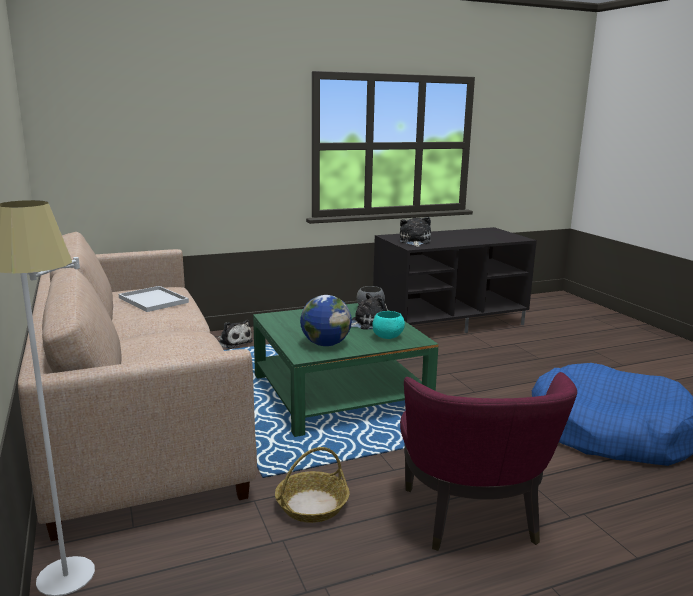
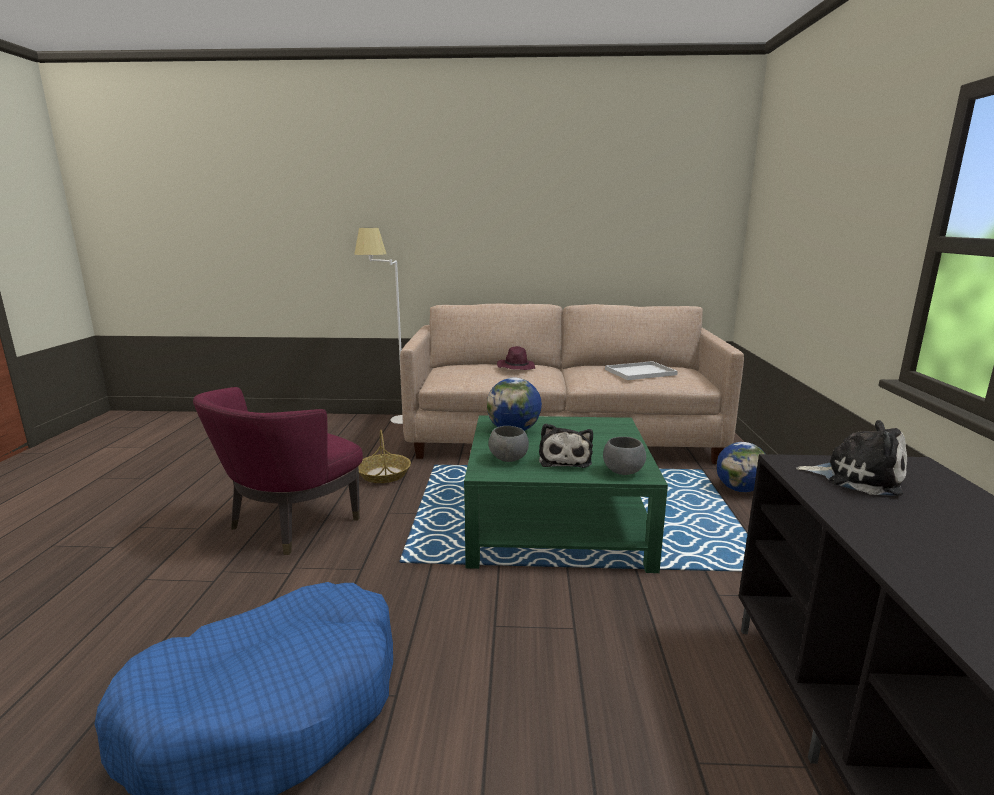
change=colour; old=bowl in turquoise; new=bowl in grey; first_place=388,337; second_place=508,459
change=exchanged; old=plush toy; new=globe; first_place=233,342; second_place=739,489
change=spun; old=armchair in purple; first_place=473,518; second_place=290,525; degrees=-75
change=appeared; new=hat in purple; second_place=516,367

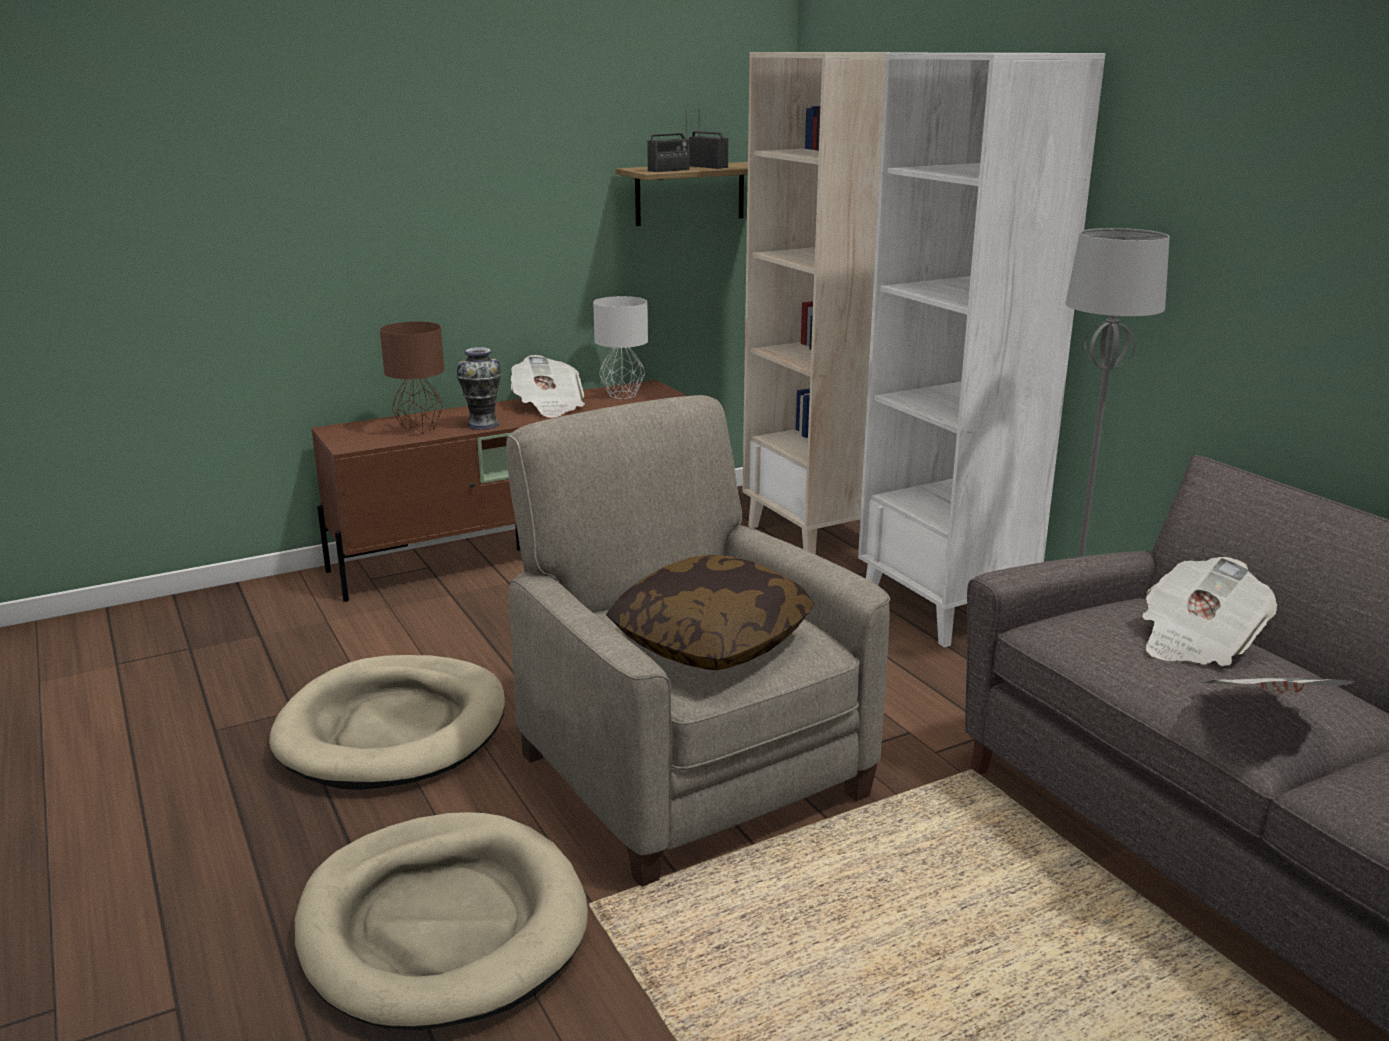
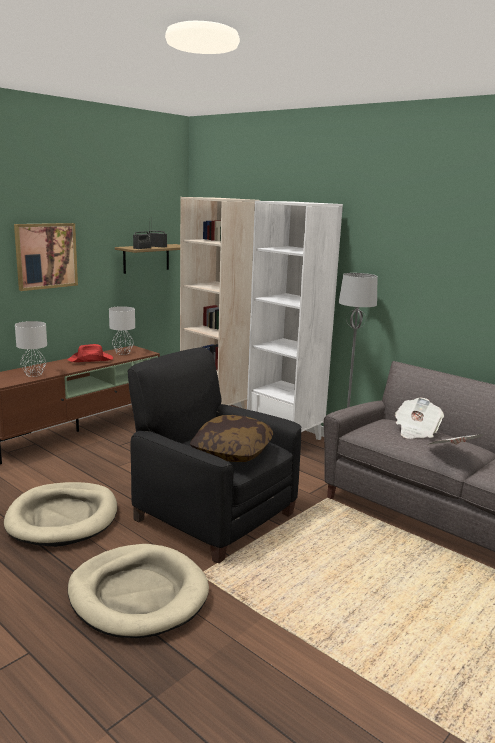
change=colour; old=table lamp in brown; new=table lamp in grey; first_place=420,430; second_place=34,374
change=missing; old=vase; first_place=483,425
change=exchanged; old=newspaper; new=hat in red; first_place=548,406; second_place=91,360
change=colour; old=armchair in beige; new=armchair in black; first_place=688,772; second_place=213,516
change=appeared; new=picture; second_place=46,256

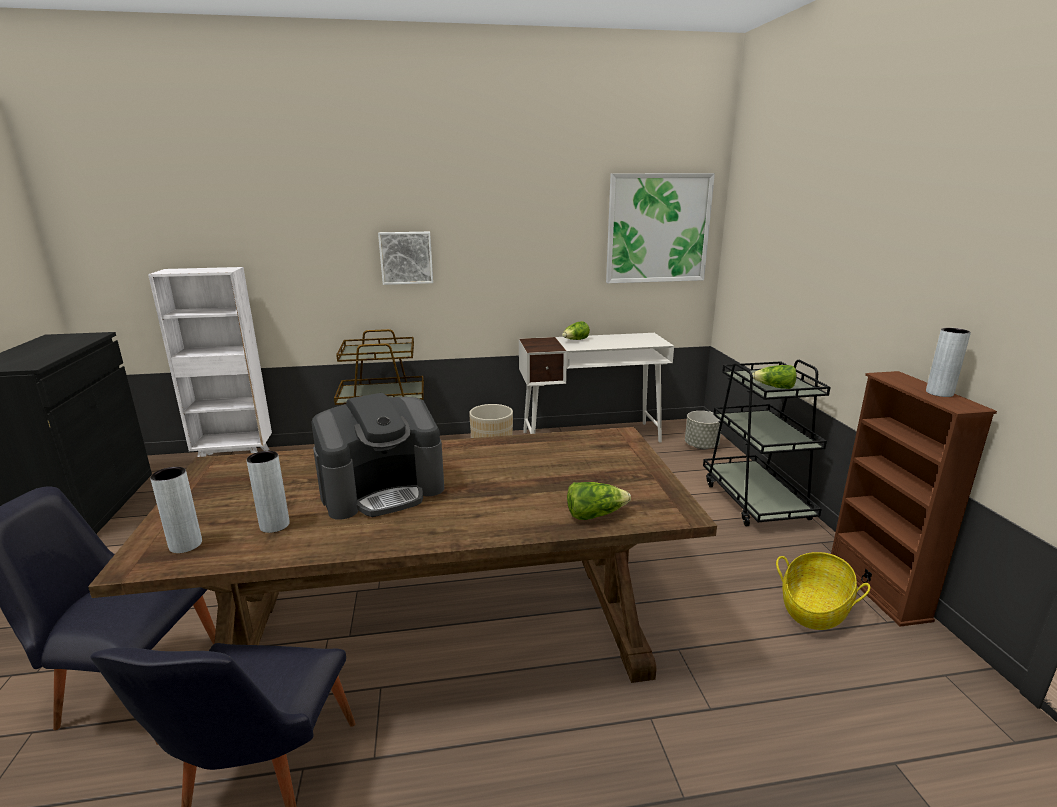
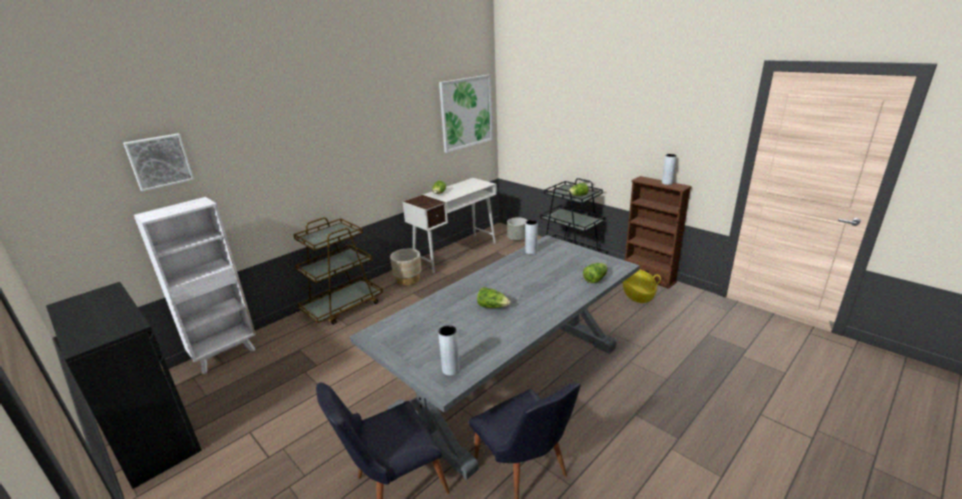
change=relocated; old=picture; first_place=406,257; second_place=159,161
change=exchanged; old=coffee machine; new=lettuce; first_place=383,490; second_place=492,307
change=colour; old=dining table in brown; new=dining table in grey; first_place=438,632; second_place=510,377
change=relocated; old=vase in grey; first_place=274,525; second_place=531,252

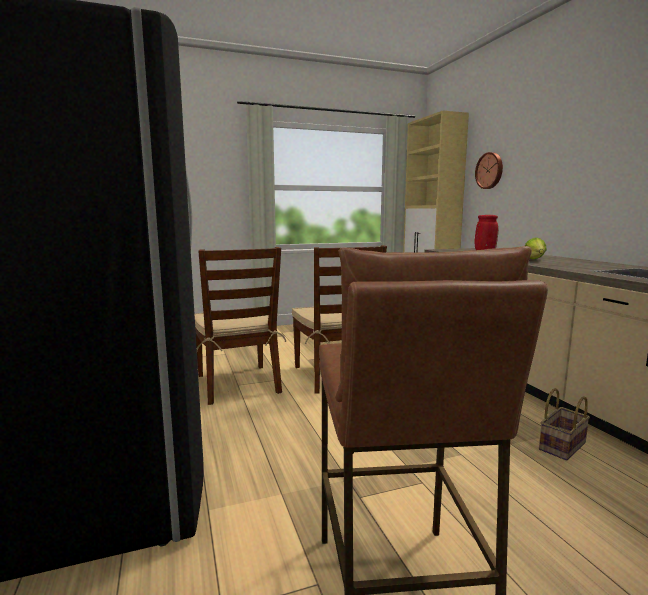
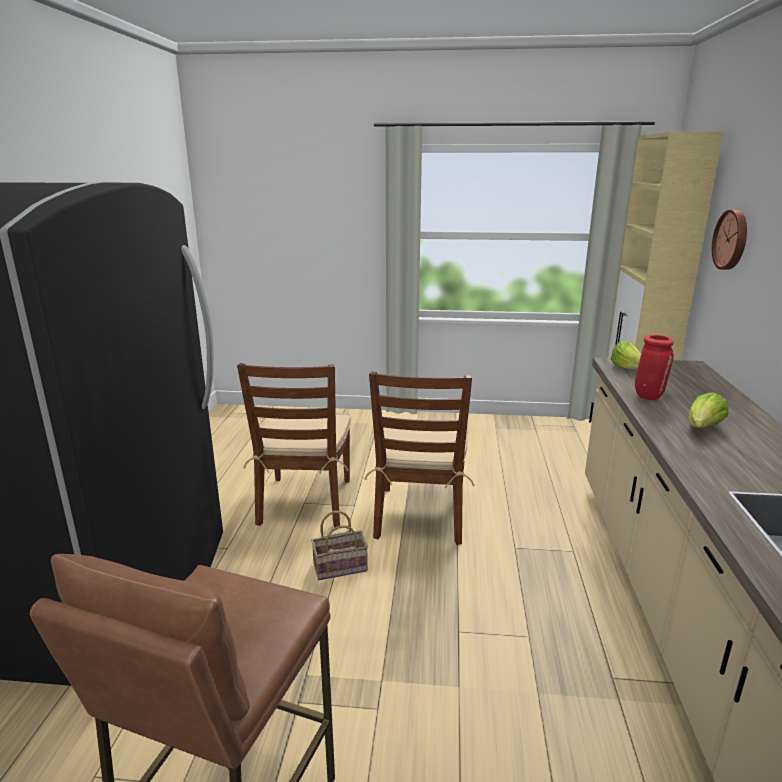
change=relocated; old=basket; first_place=561,445; second_place=341,566
change=appeared; new=lettuce; second_place=628,369

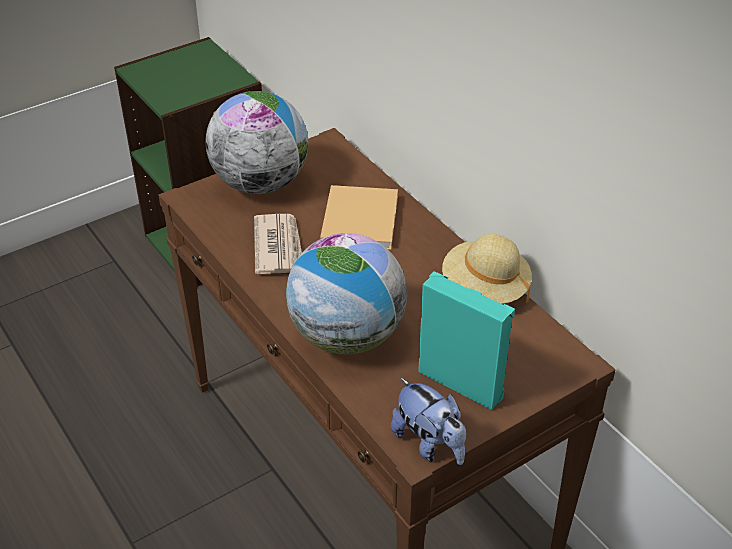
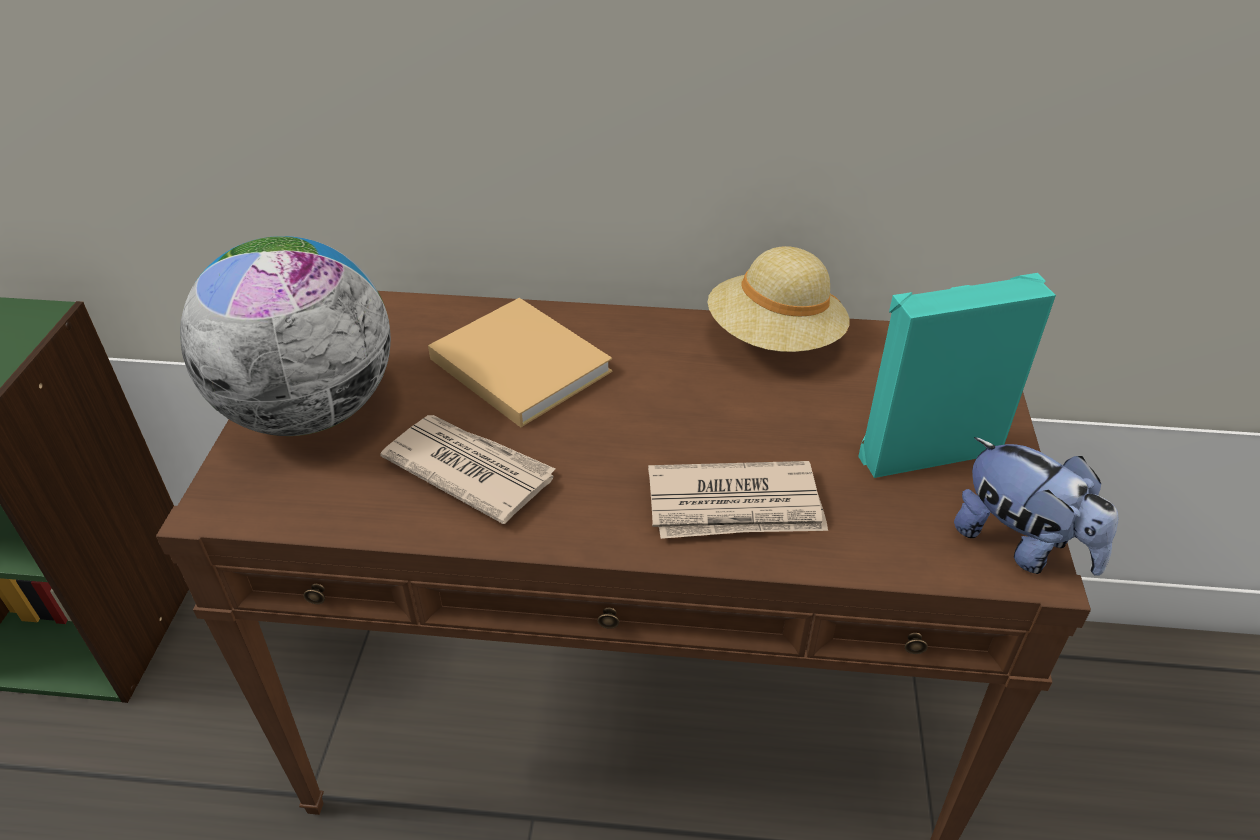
change=exchanged; old=globe; new=newspaper; first_place=347,336; second_place=736,506
change=spun; old=plush toy; first_place=429,443; second_place=1021,545; degrees=45

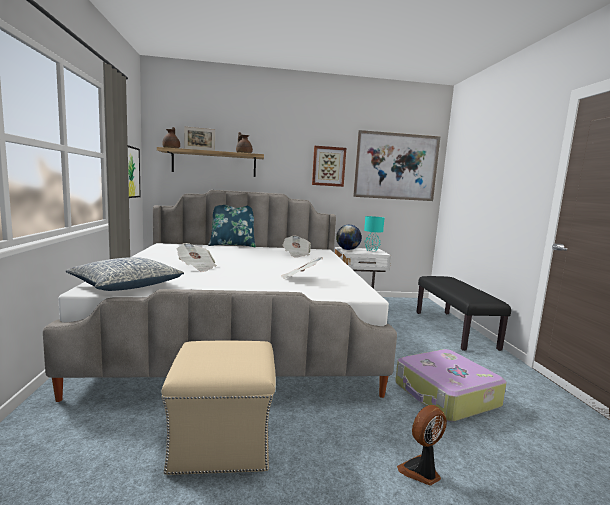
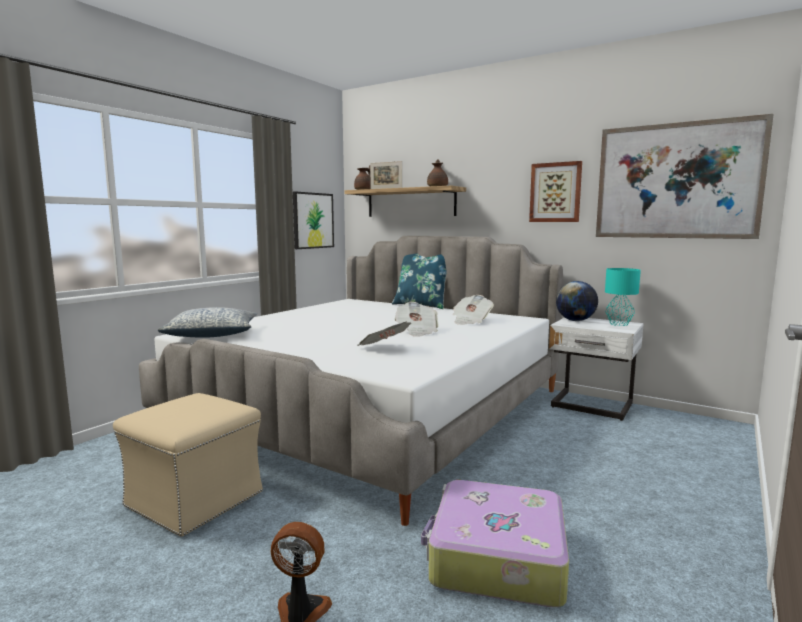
change=relocated; old=newspaper; first_place=196,267; second_place=416,331
change=missing; old=bench in black; first_place=454,330

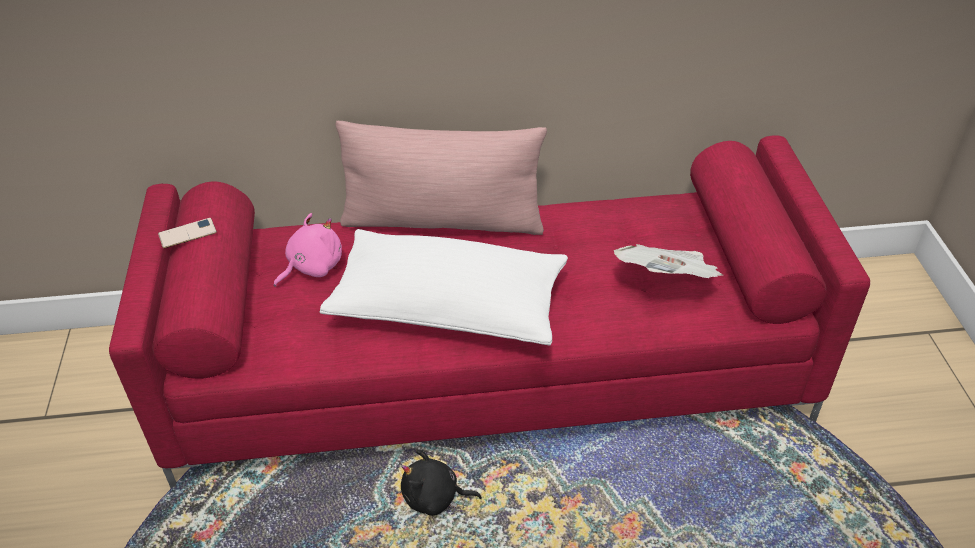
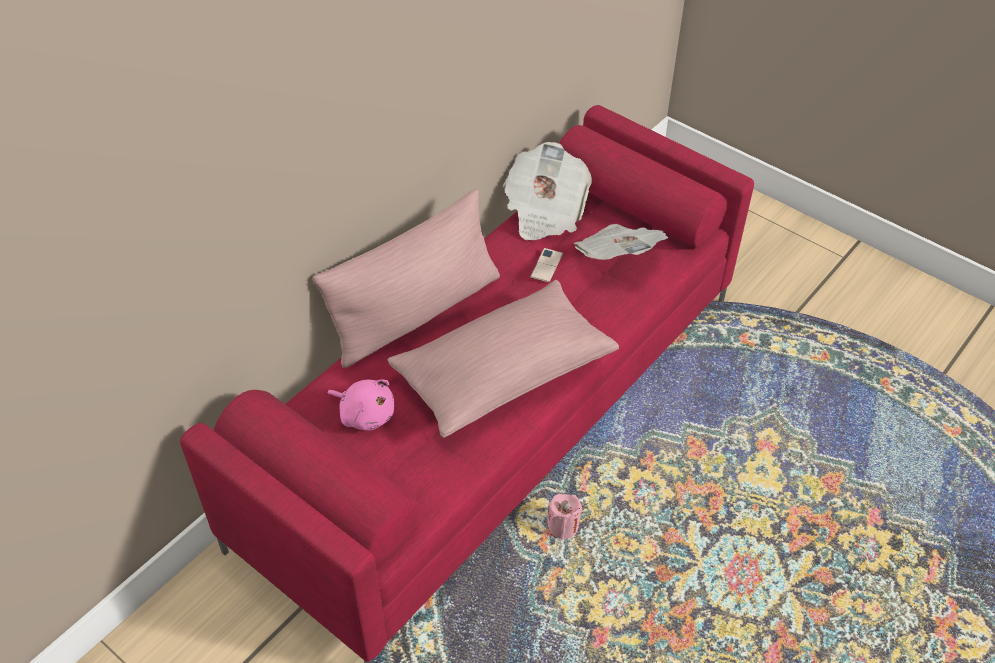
change=spun; old=plush toy in pink; first_place=312,267; second_place=365,414; degrees=120
change=relocated; old=phone; first_place=187,233; second_place=546,265
change=colour; old=pillow in white; new=pillow in pink; first_place=448,308; second_place=503,373
change=exchanged; old=plush toy in black; new=candle in pink; first_place=434,498; second_place=563,526
change=appeared; new=newspaper; second_place=544,211

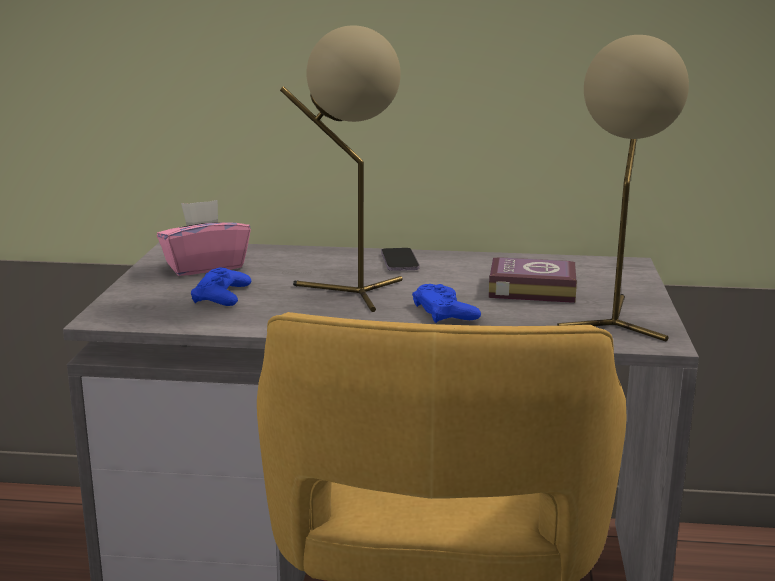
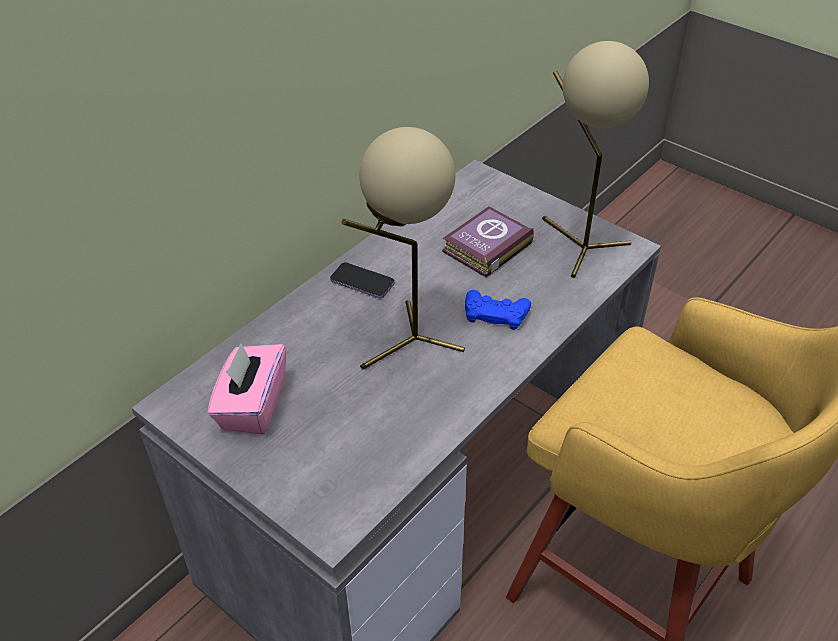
change=missing; old=game controller in blue; first_place=222,295

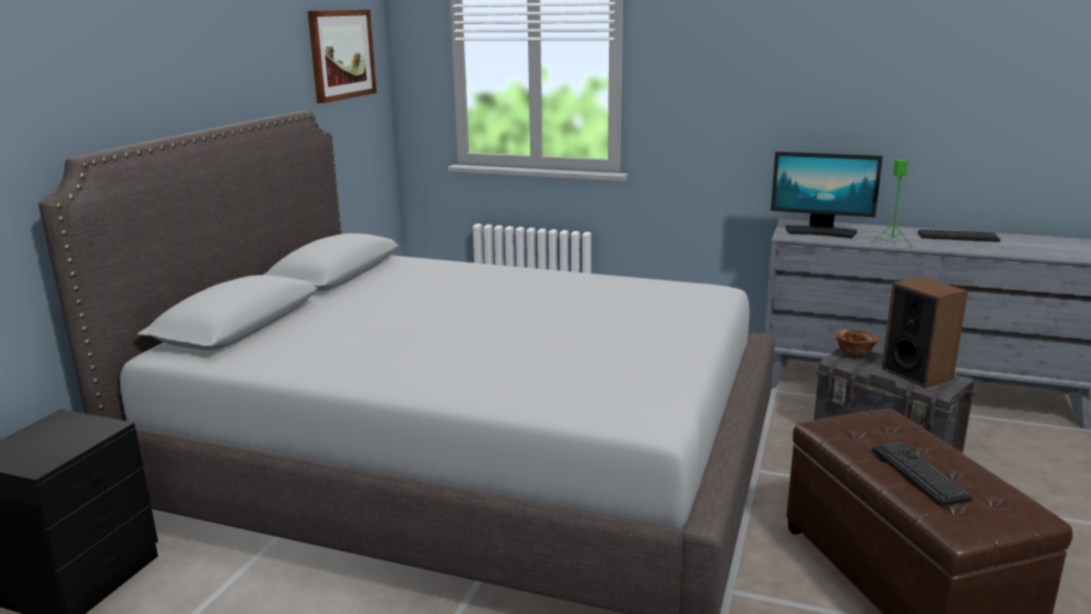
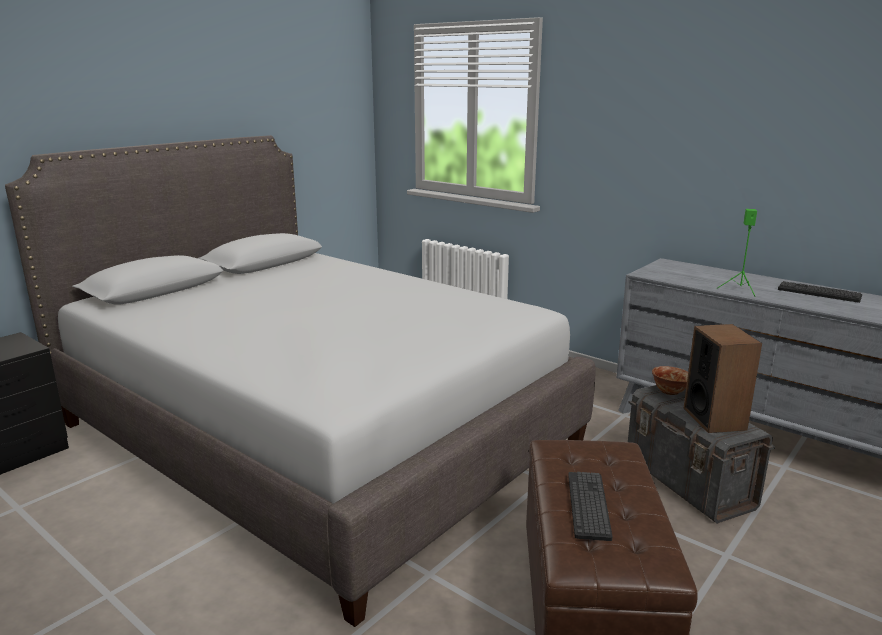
change=missing; old=picture; first_place=341,54
change=missing; old=monitor; first_place=820,232

